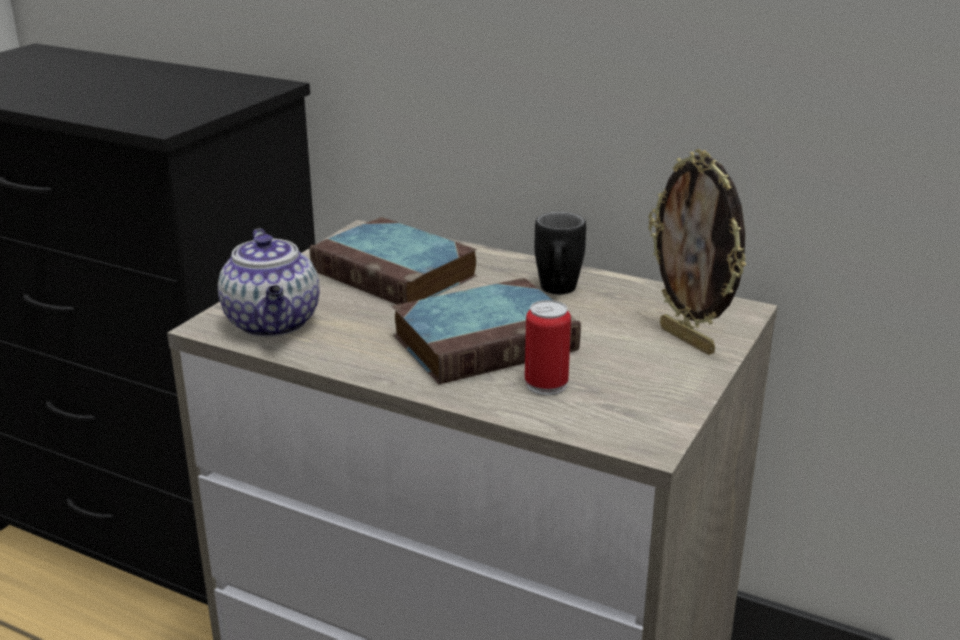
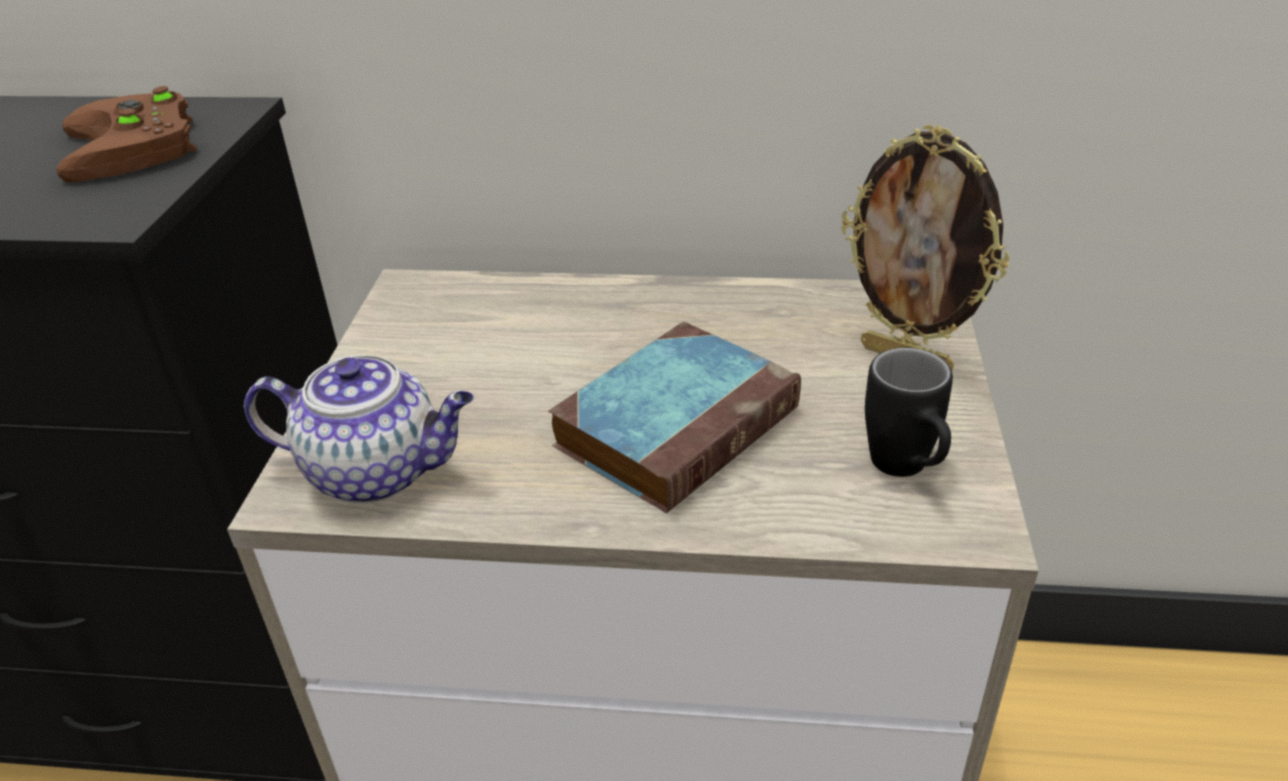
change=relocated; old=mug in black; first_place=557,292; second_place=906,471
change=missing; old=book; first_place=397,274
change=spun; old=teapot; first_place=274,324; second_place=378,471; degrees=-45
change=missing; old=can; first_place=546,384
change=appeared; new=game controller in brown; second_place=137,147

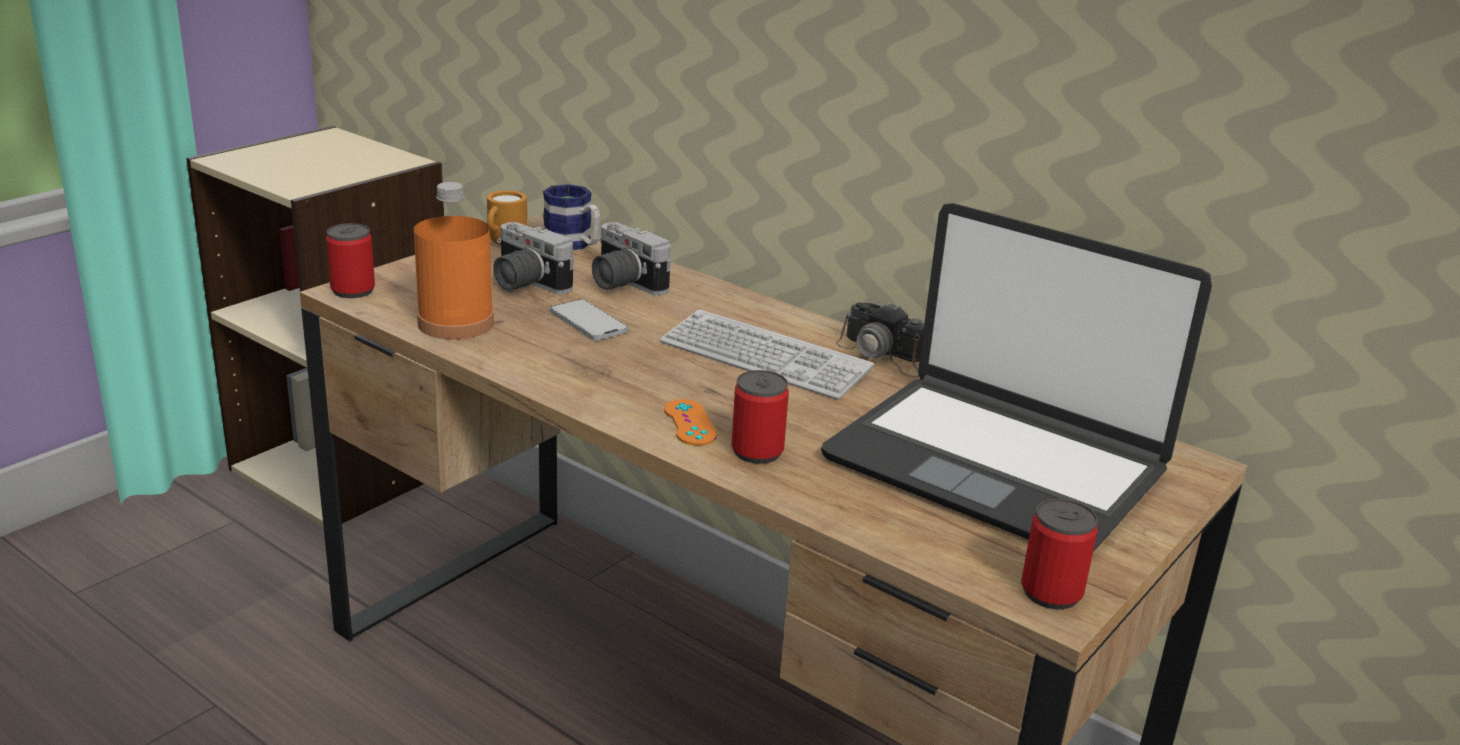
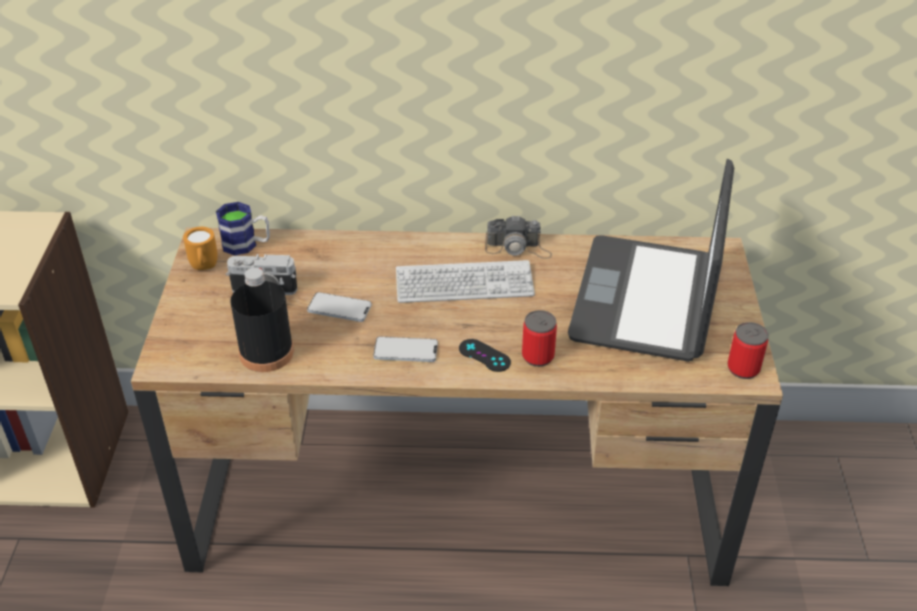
change=colour; old=bottle in orange; new=bottle in black; first_place=456,323; second_place=266,353
change=spun; old=laptop; first_place=996,464; second_place=646,300; degrees=105
change=missing; old=photo camera; first_place=621,284
change=missing; old=can; first_place=353,290
change=colour; old=game controller in orange; new=game controller in black; first_place=690,423; second_place=484,355
change=appeared; new=phone; second_place=405,350

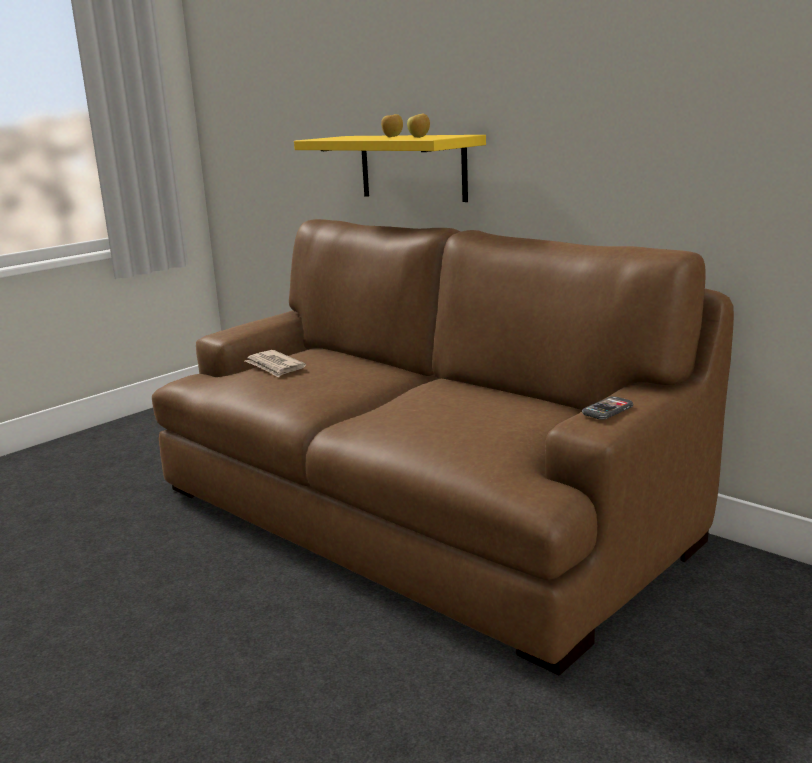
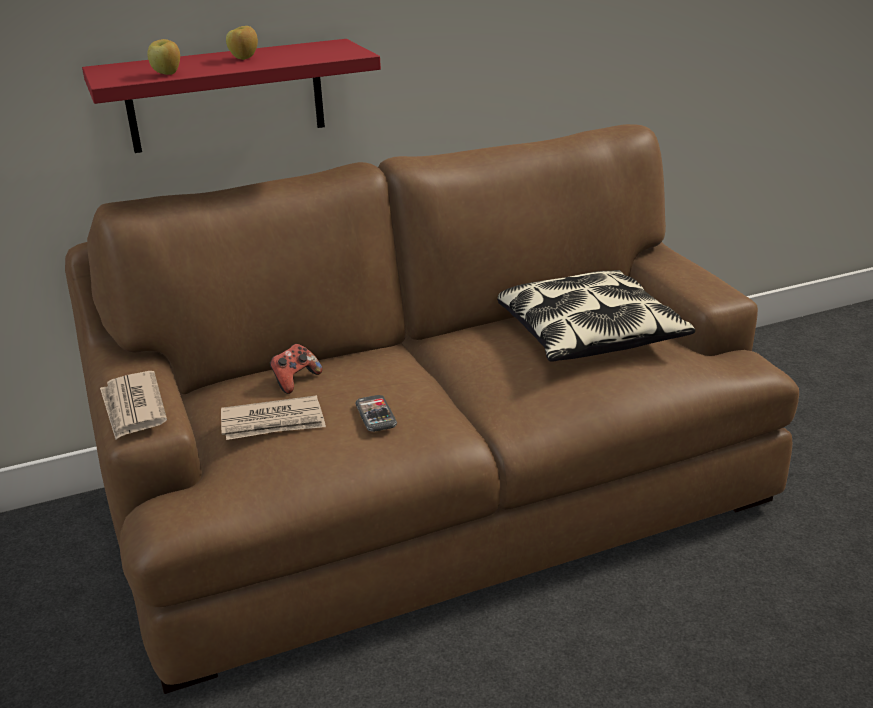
change=relocated; old=apple; first_place=419,137; second_place=167,74
change=colour; old=shelf in yellow; new=shelf in red; first_place=412,167; second_place=226,96
change=relocated; old=phone; first_place=607,410; second_place=376,415
change=appeared; new=pillow; second_place=586,333
change=appeared; new=game controller; second_place=295,381
change=appeared; new=newspaper; second_place=133,408

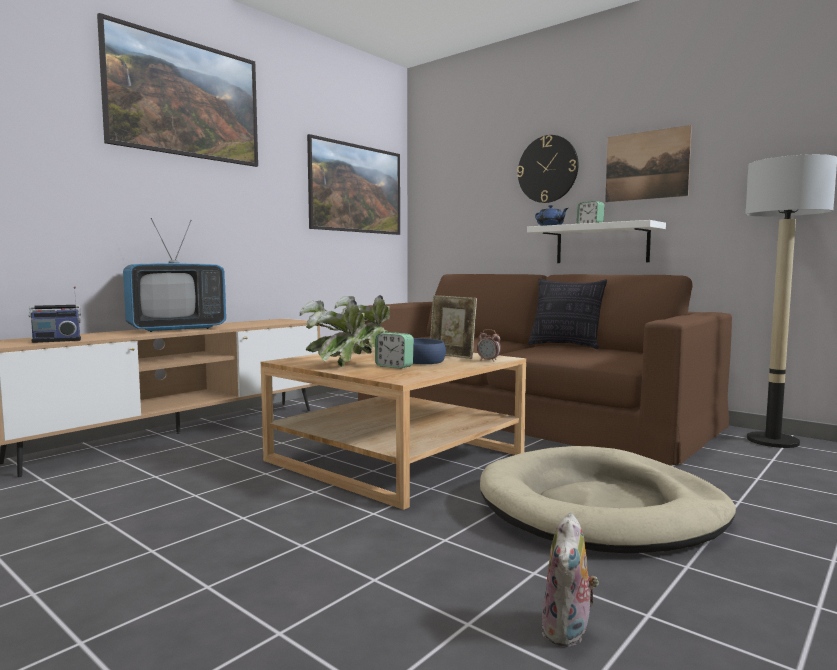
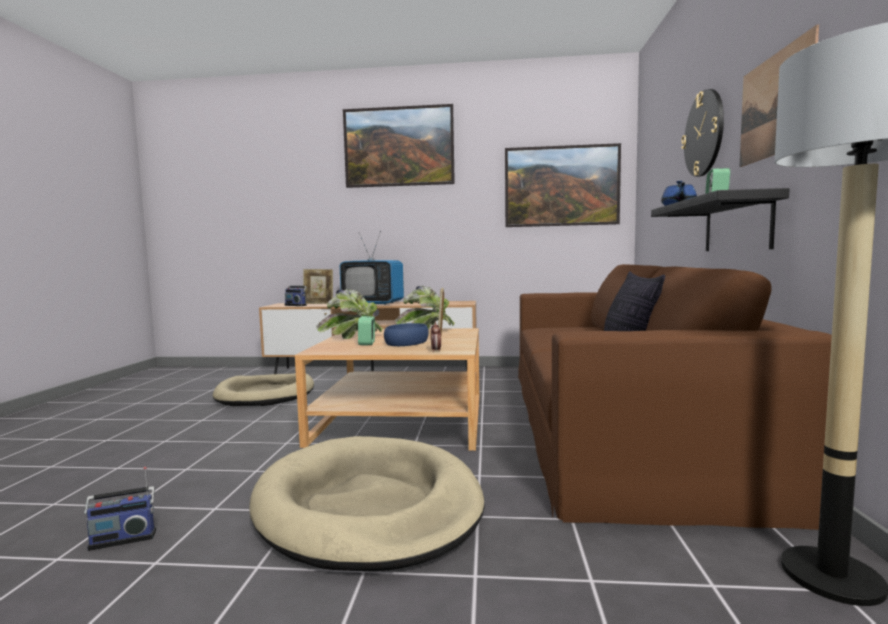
change=colour; old=shelf in white; new=shelf in black; first_place=601,244; second_place=737,225
change=exchanged; old=plush toy; new=radio; first_place=568,632; second_place=124,538
change=appeared; new=picture frame; second_place=318,304
change=appeared; new=dog bed in beige; second_place=266,394

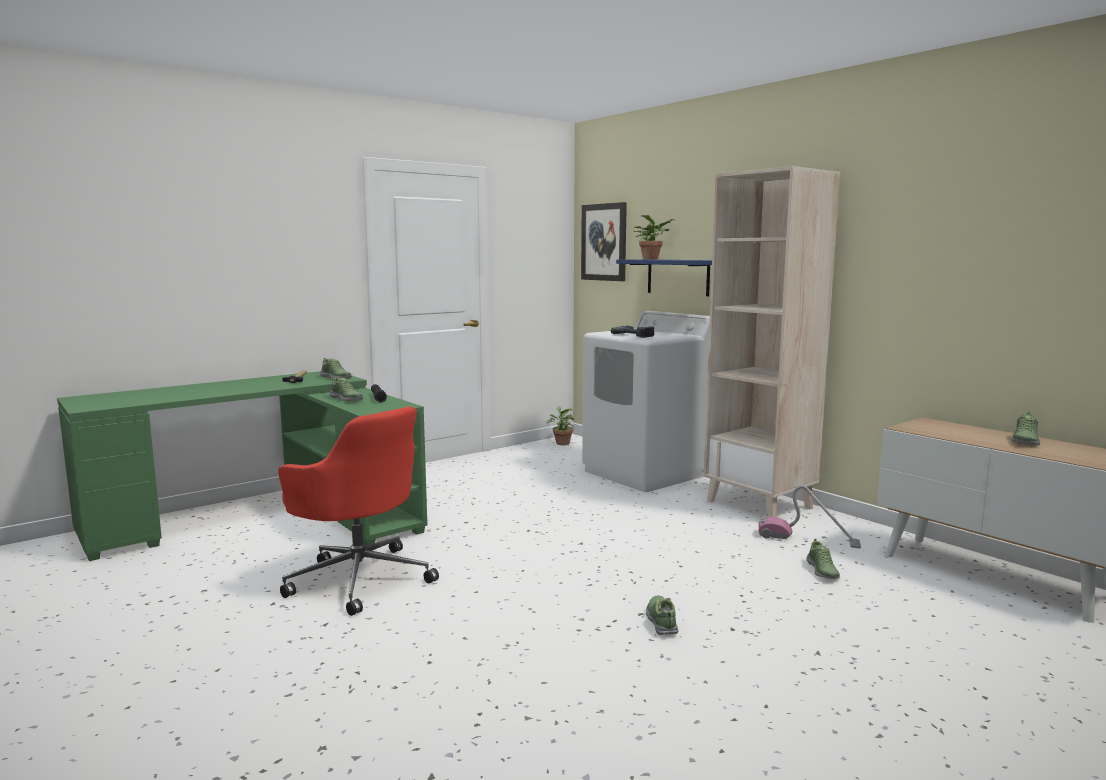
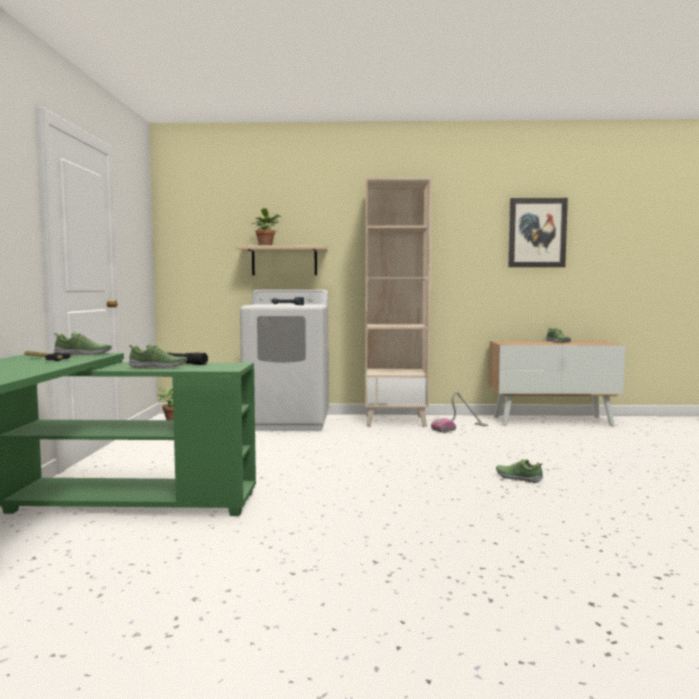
change=relocated; old=picture; first_place=604,242; second_place=537,233
change=colour; old=shelf in blue; new=shelf in beige; first_place=678,277; second_place=284,261
change=missing; old=office chair in red; first_place=359,578
change=missing; old=shoe; first_place=822,571

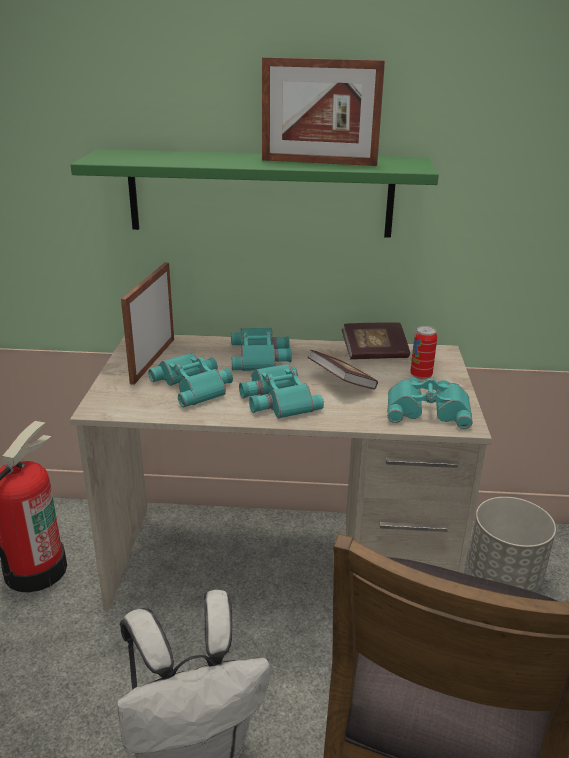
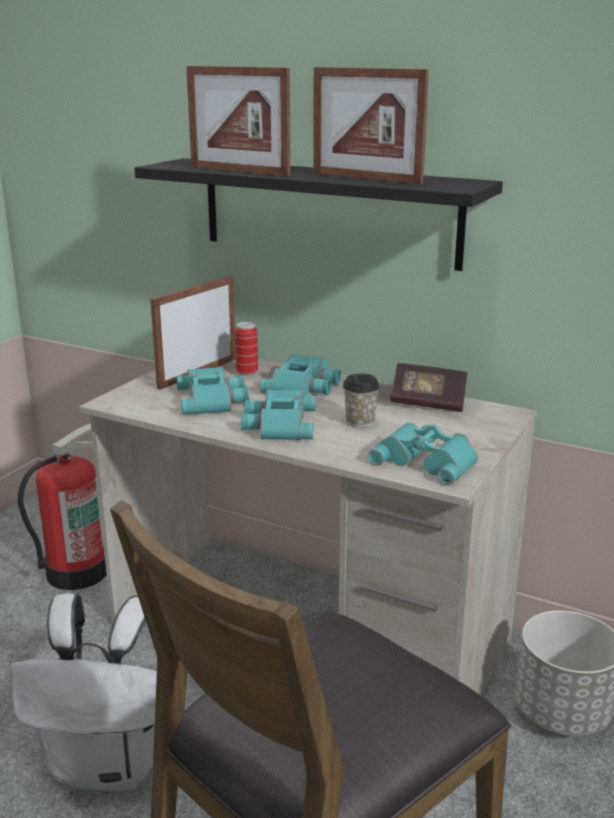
change=colour; old=shelf in green; new=shelf in black; first_place=260,193; second_place=328,212
change=relocated; old=can; first_place=421,375; second_place=247,373
change=exchanged; old=book; new=cup; first_place=341,383; second_place=360,422
change=appeared; new=picture frame; second_place=239,171

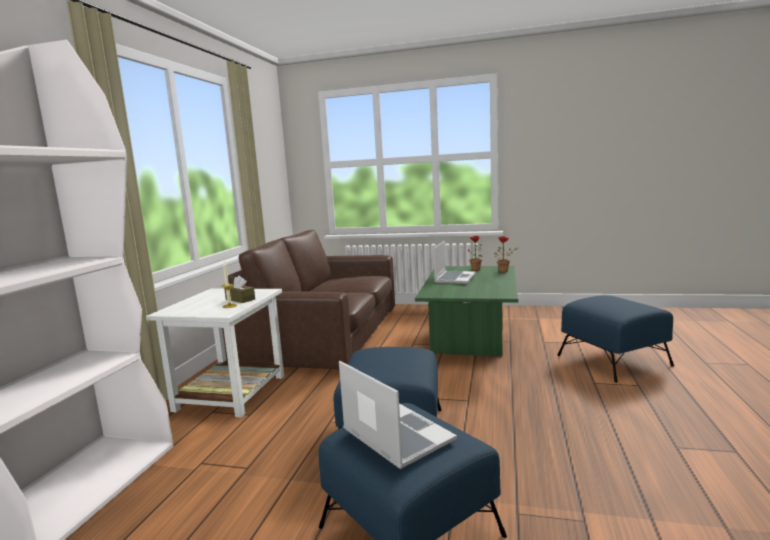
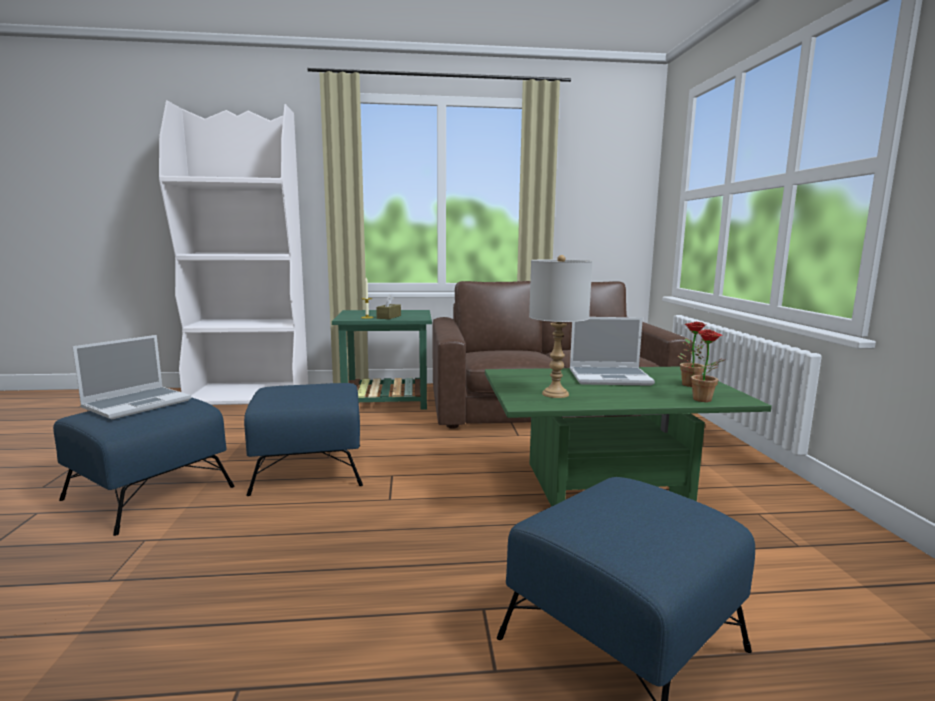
change=colour; old=side table in white; new=side table in green; first_place=232,392; second_place=387,399
change=appeared; new=table lamp in grey; second_place=555,394

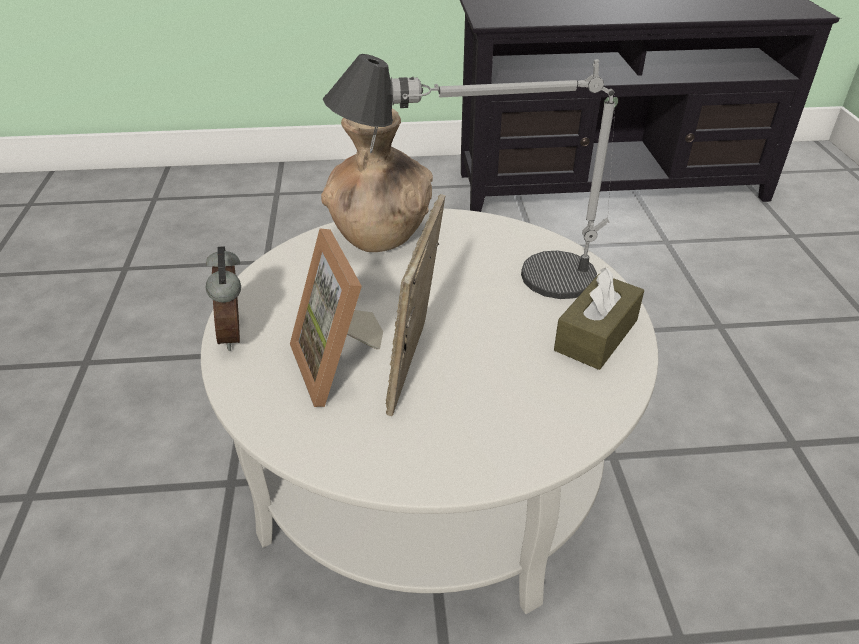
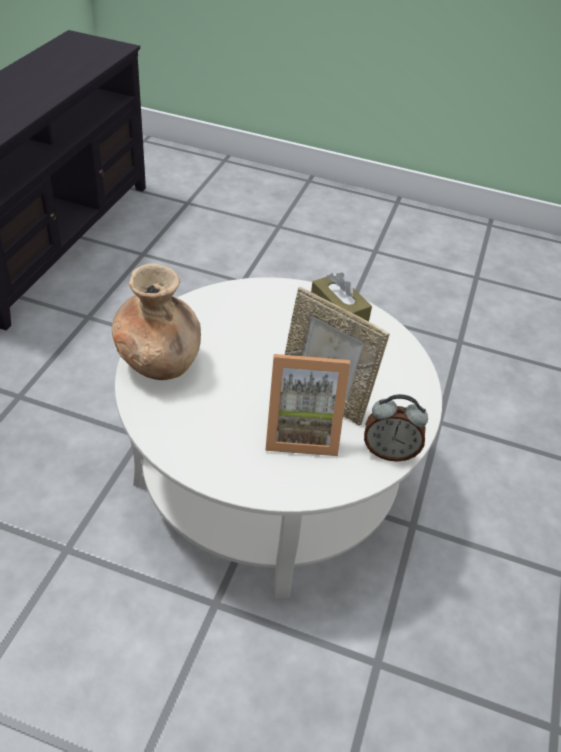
change=missing; old=table lamp; first_place=481,281
change=relocated; old=alarm clock; first_place=235,334; second_place=389,451

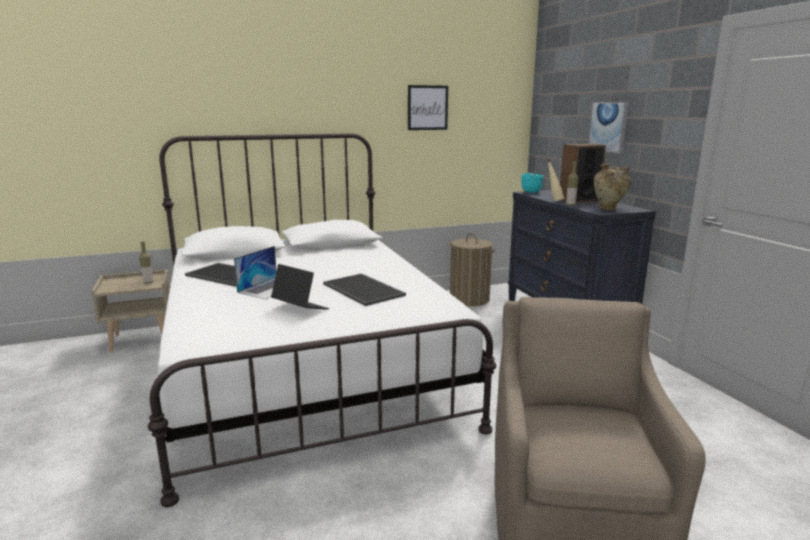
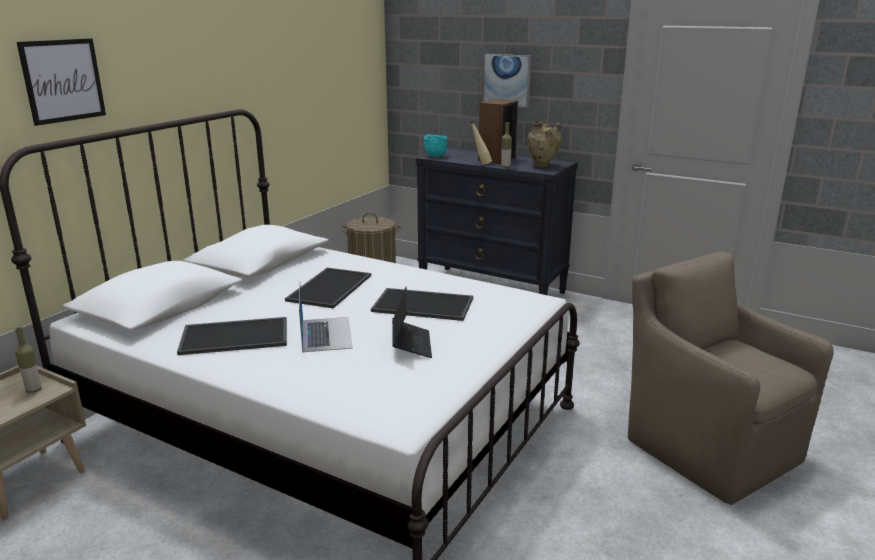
change=relocated; old=picture; first_place=427,107; second_place=63,80
change=spun; old=laptop; first_place=300,308; second_place=411,344; degrees=90
change=appeared; new=tray; second_place=329,287

